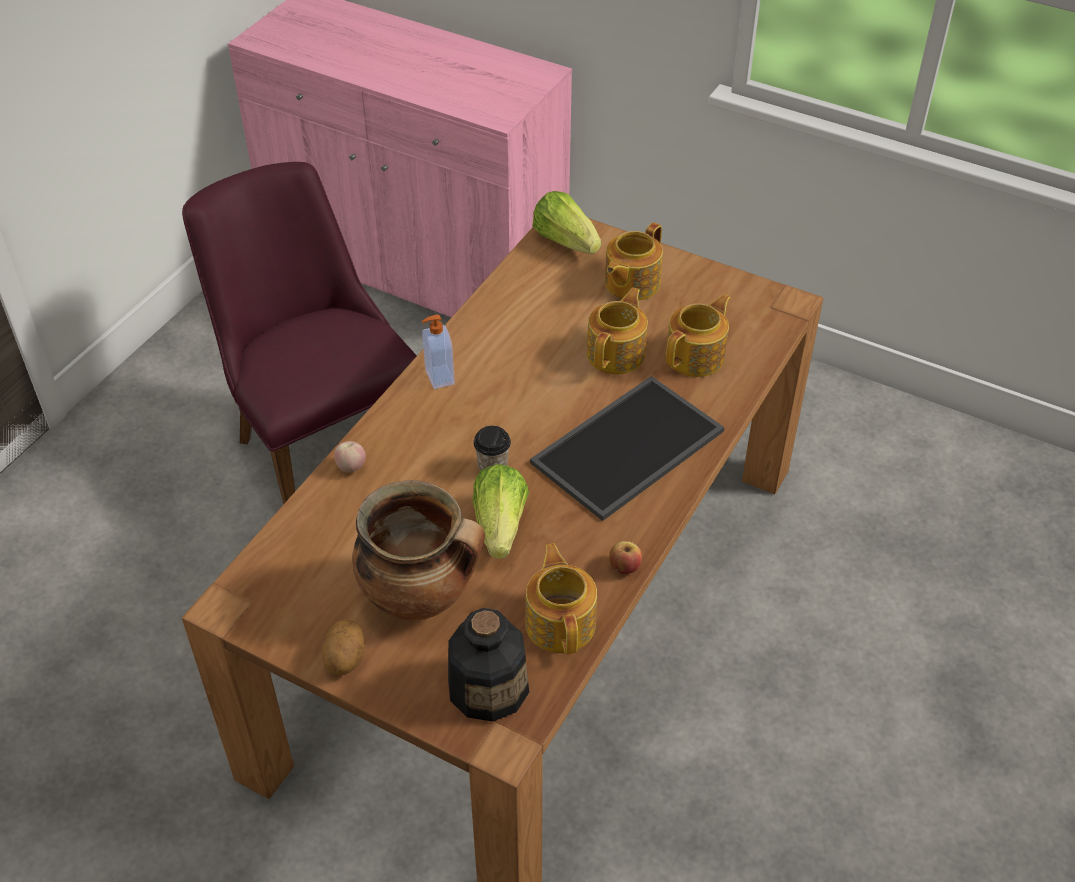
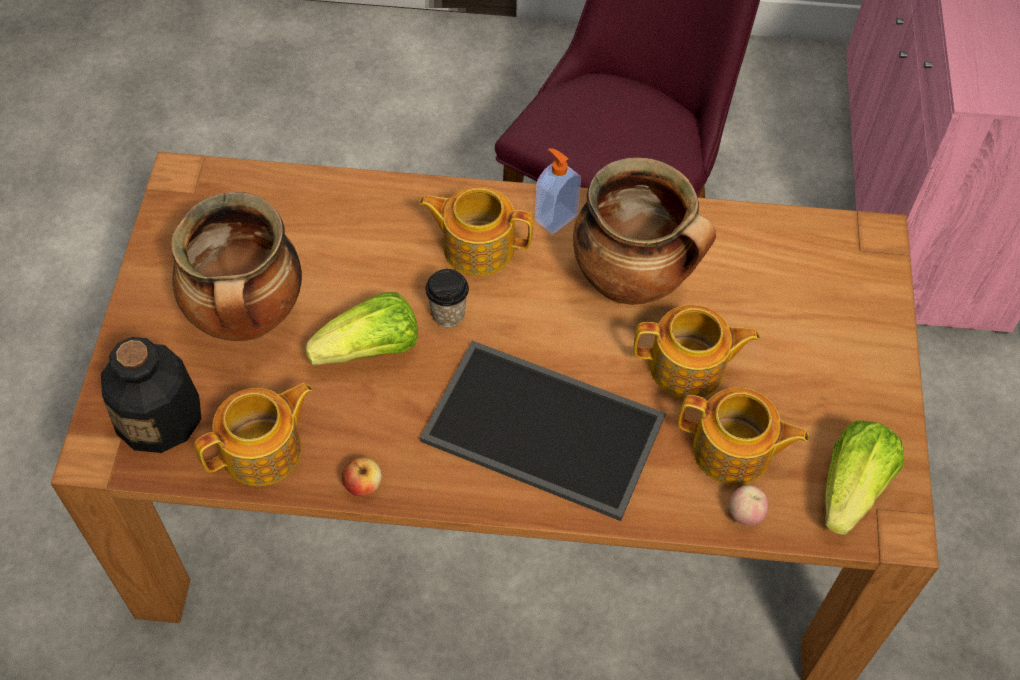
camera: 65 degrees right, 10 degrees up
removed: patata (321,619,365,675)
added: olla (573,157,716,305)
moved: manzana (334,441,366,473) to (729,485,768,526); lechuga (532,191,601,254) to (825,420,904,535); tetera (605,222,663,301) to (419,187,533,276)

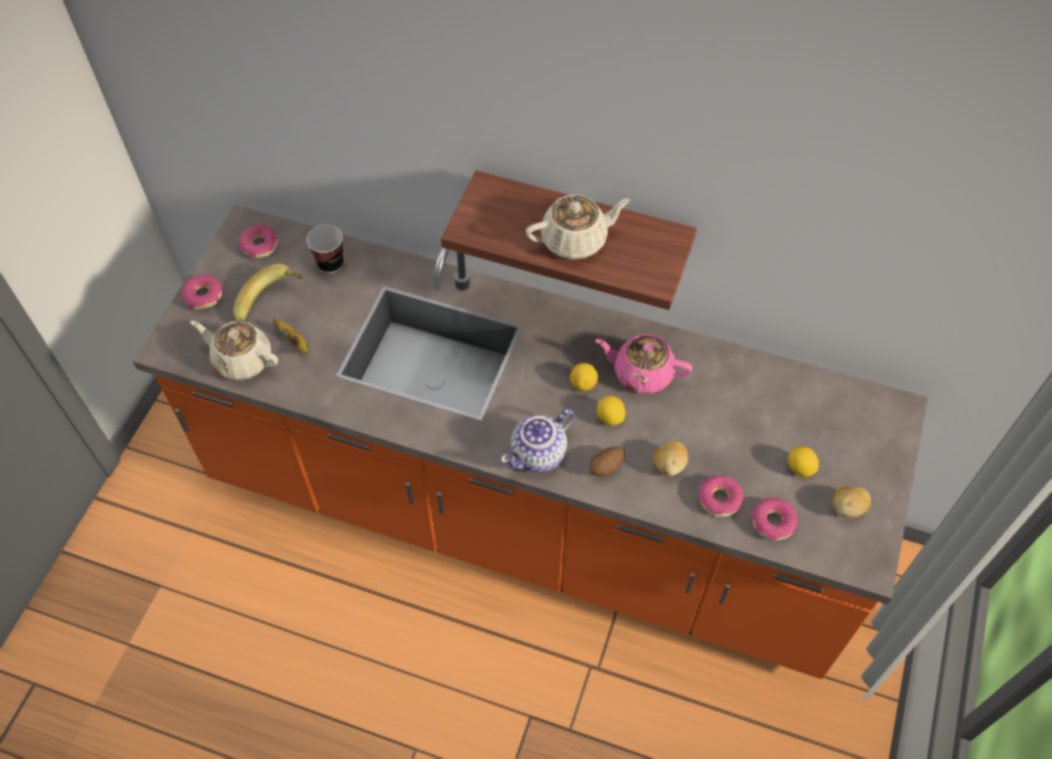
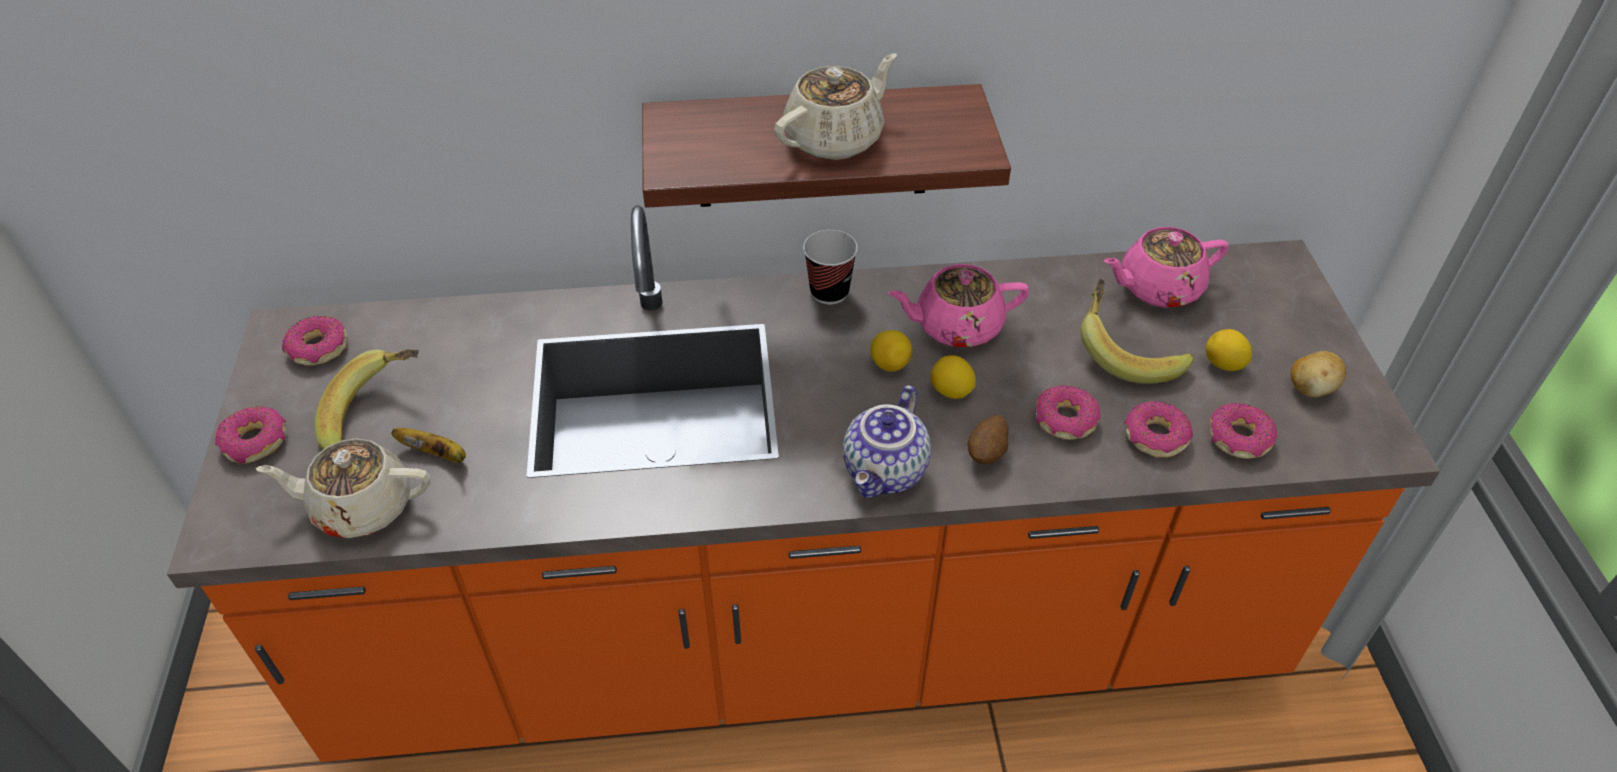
camera: 25 degrees left, 10 degrees down
added: plátano (1080,279,1194,384); tetera/rosa (1104,227,1229,308)
moved: taza (307,225,343,273) to (803,230,858,304)
replaced: patata (653,441,688,476) to rosquilla (1036,385,1100,440)

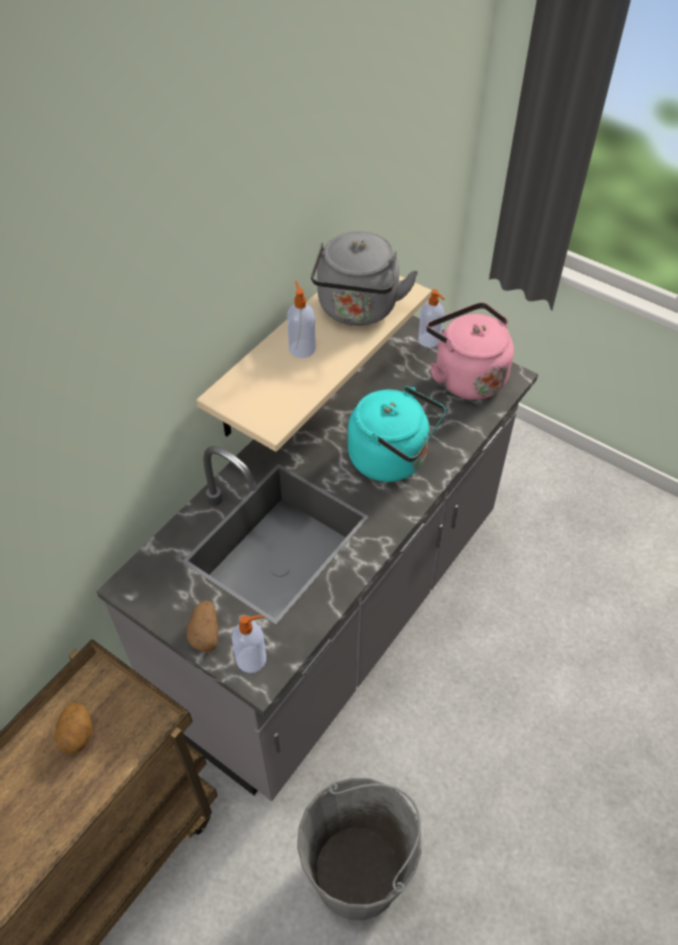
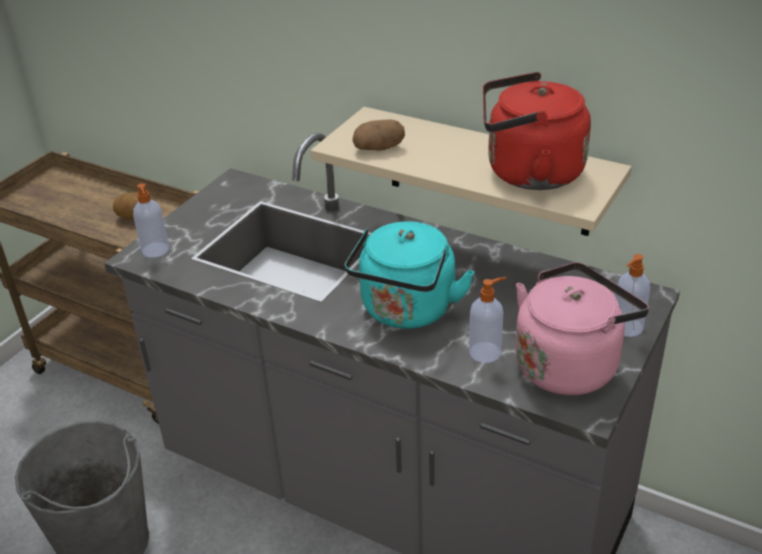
camera: 85 degrees right, 15 degrees down
moved: patata (186,600,219,652) to (353,119,405,151); dispensador de jabón (287,281,316,358) to (469,277,506,363)
recoloured: hervidor/gris (311,231,418,326) to hervidor/rojo (483,72,591,190)

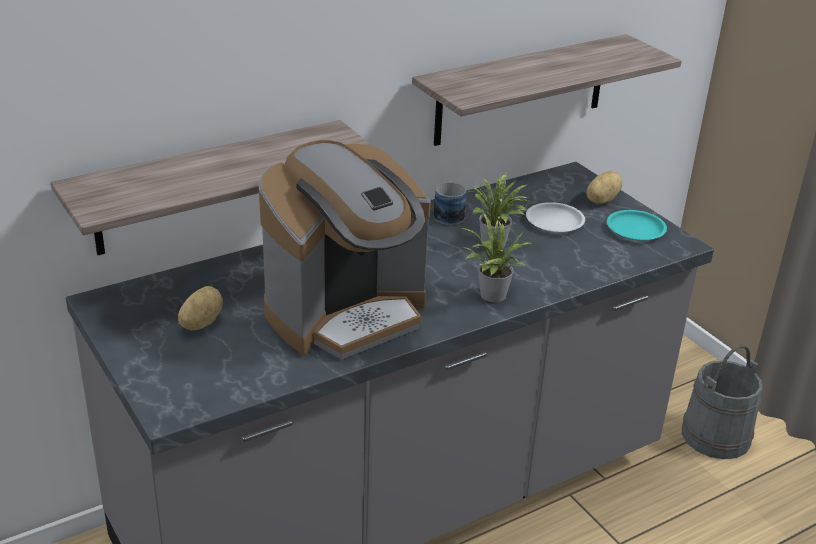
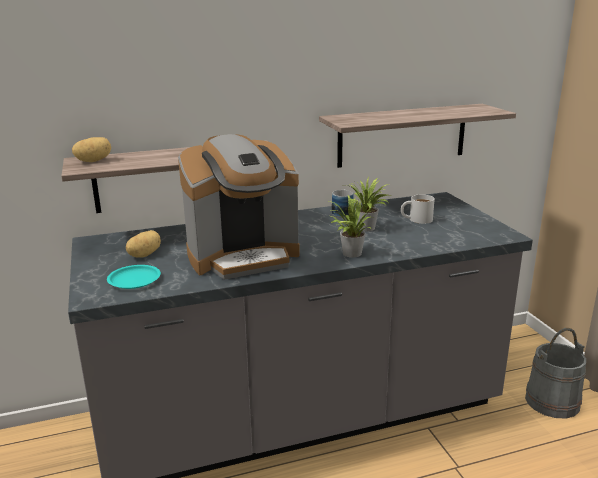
camera: 15 degrees right, 10 degrees down
moved: patata (586,171,622,204) to (72,137,111,162); plato/turquesa (607,210,667,241) to (107,265,161,289)
replaced: plato/blanco (526,202,585,233) to taza grande/blanco (401,195,435,224)

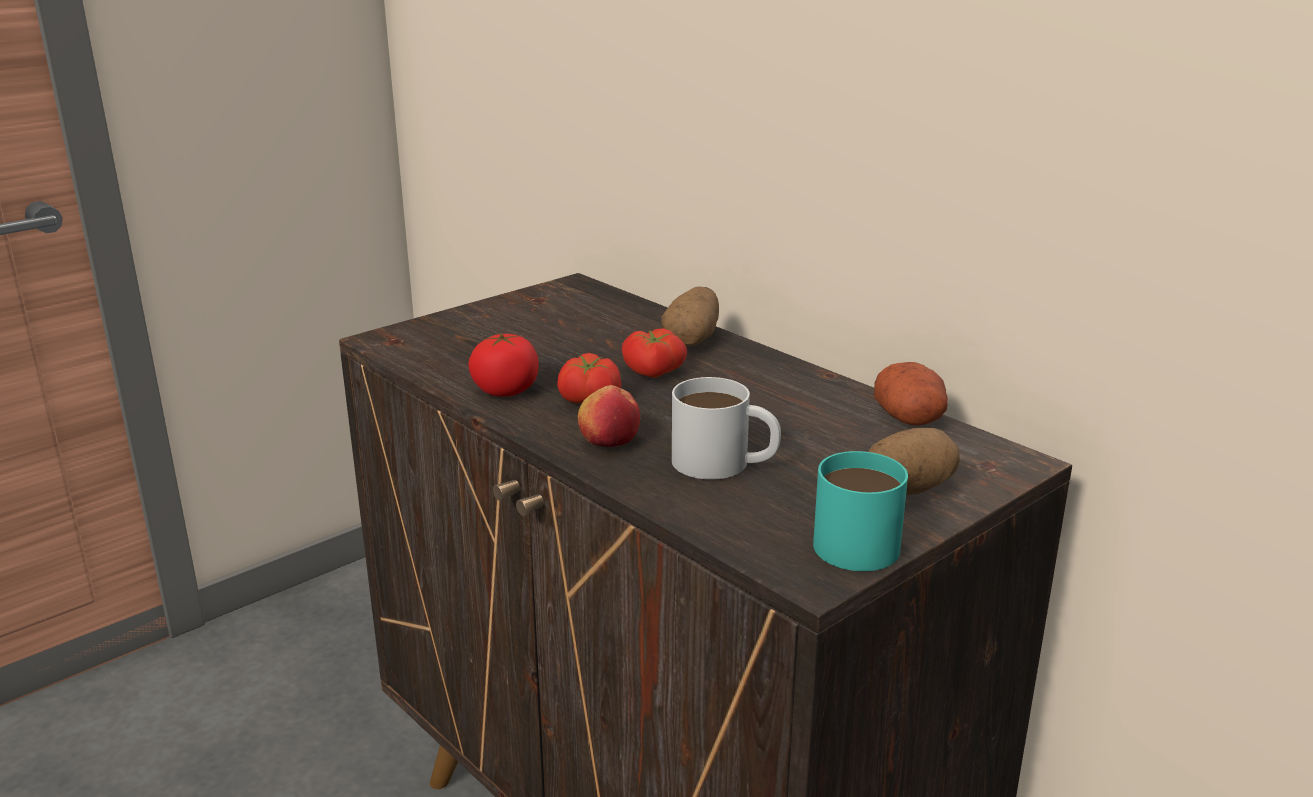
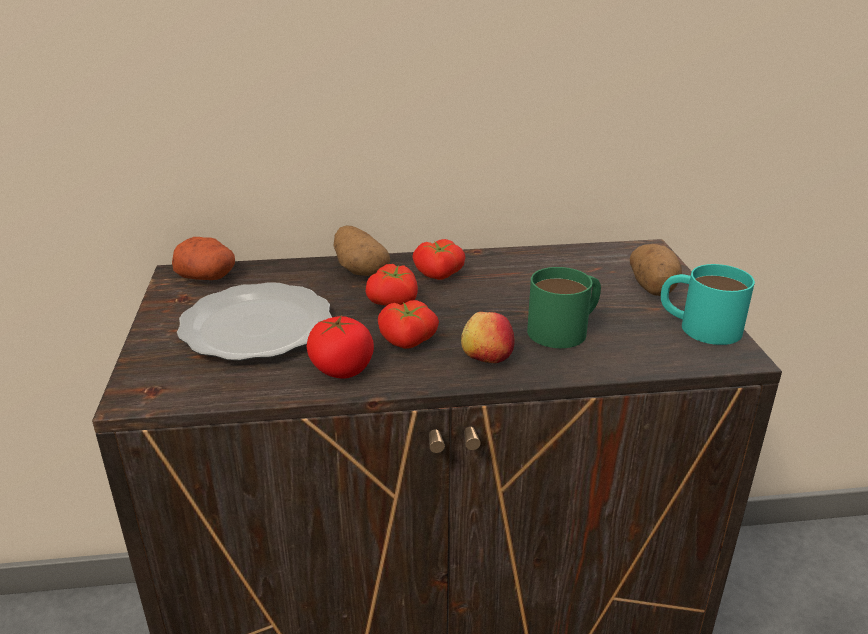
camera: 55 degrees left, 5 degrees up
added: plato (177,282,332,361); tomate (412,239,465,280)
moved: patata (874,362,948,426) to (172,237,235,280)
recoloured: taza grande/blanco (672,377,781,479) to taza grande/verde (527,267,601,348)

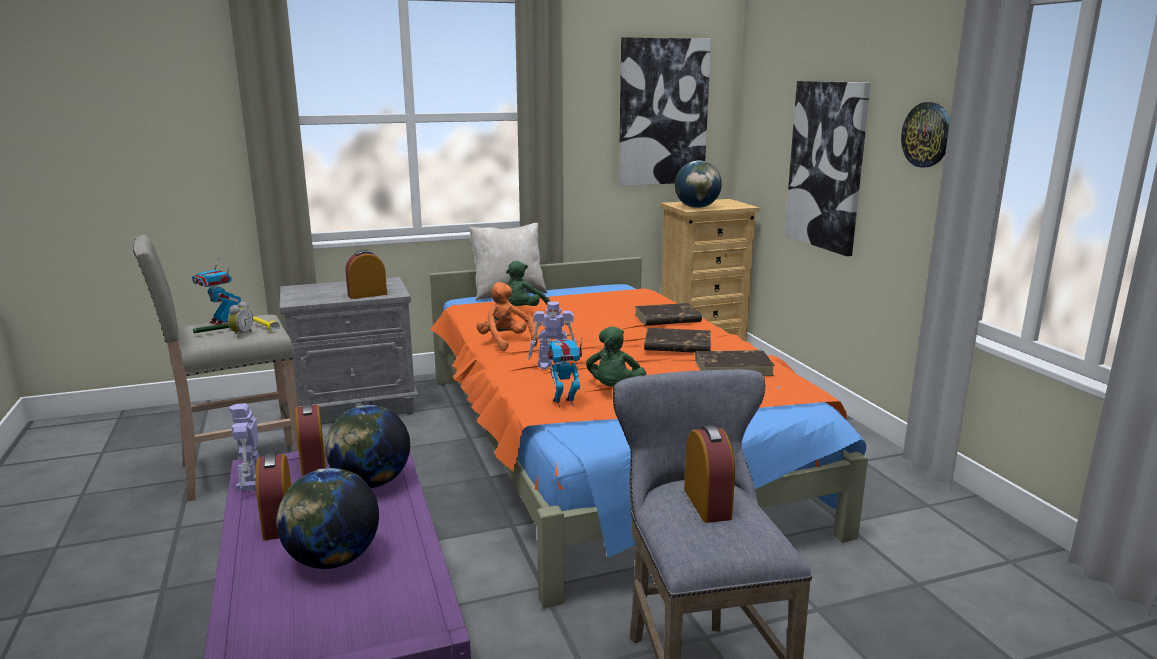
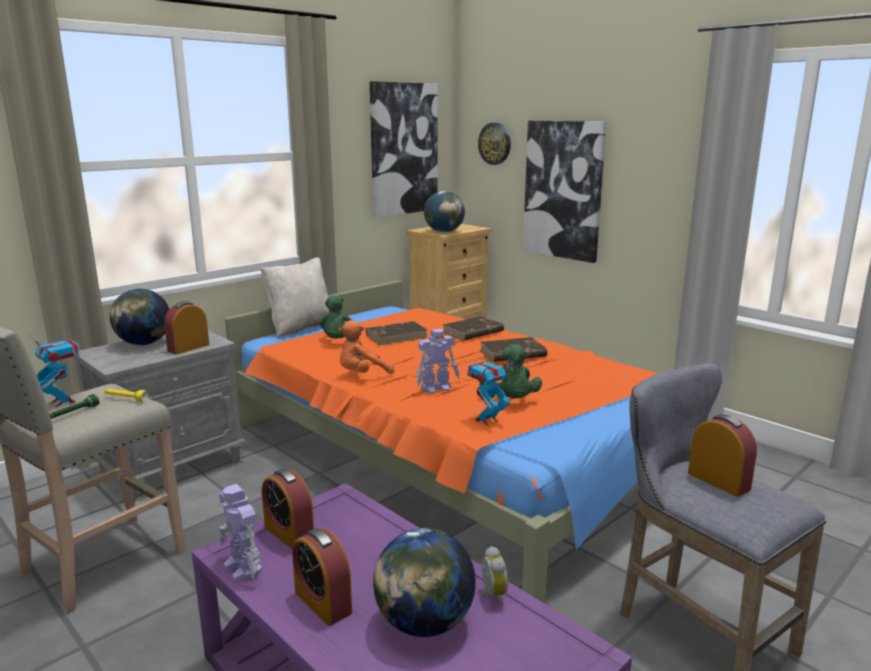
camera: 25 degrees left, 0 degrees up
moved: despertador (228,301,253,338) to (481,546,508,605); globo terráqueo (325,405,410,488) to (110,289,169,345); libro/marrón (695,350,775,376) to (366,321,428,345); reloj de pared (901,102,950,168) to (478,123,511,165)
turned: robot de juguete (192,259,241,325) = (29,334,80,407) 150 degrees counterclockwise; peluche/naranja (476,282,538,351) = (338,320,395,374) 60 degrees counterclockwise

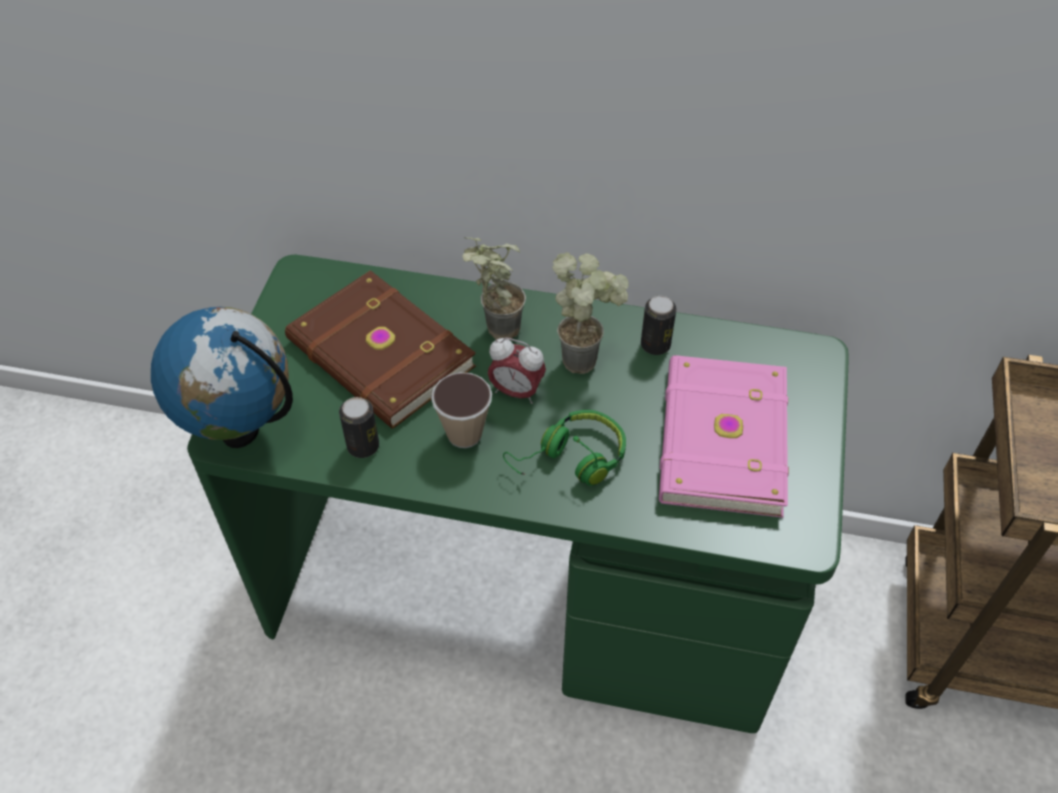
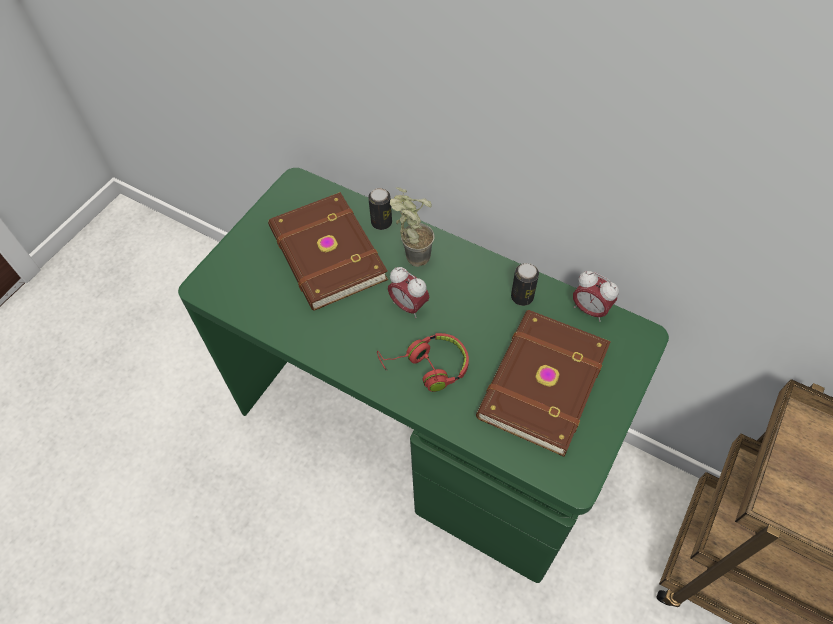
camera: 20 degrees right, 5 degrees up
removed: globo terráqueo (151,307,293,448); taza (431,372,492,448); planta en maceta (552,252,629,374)
added: despertador (573,271,619,322)
moved: lata (339,397,379,458) to (368,188,392,230)
recoloured: auriculares/verde (503,410,626,486) to auriculares/rojo (377,333,469,392); libro/rosa (659,355,789,518) to libro/marrón (476,310,611,457)

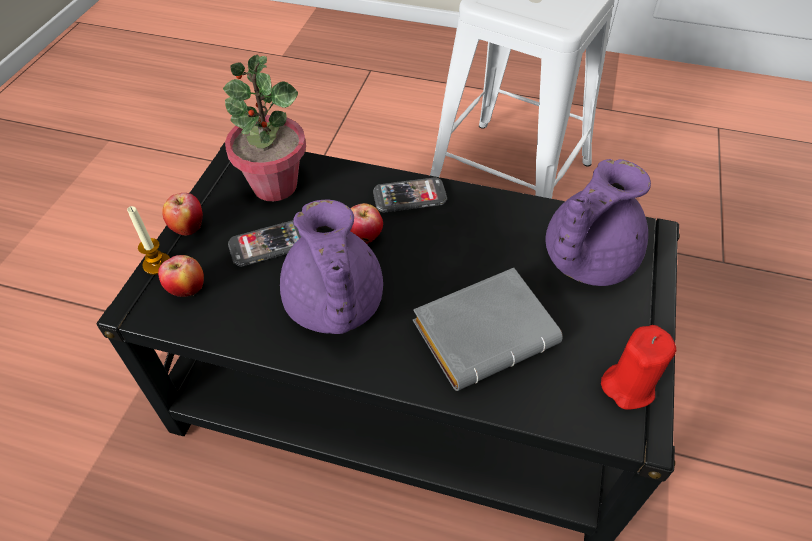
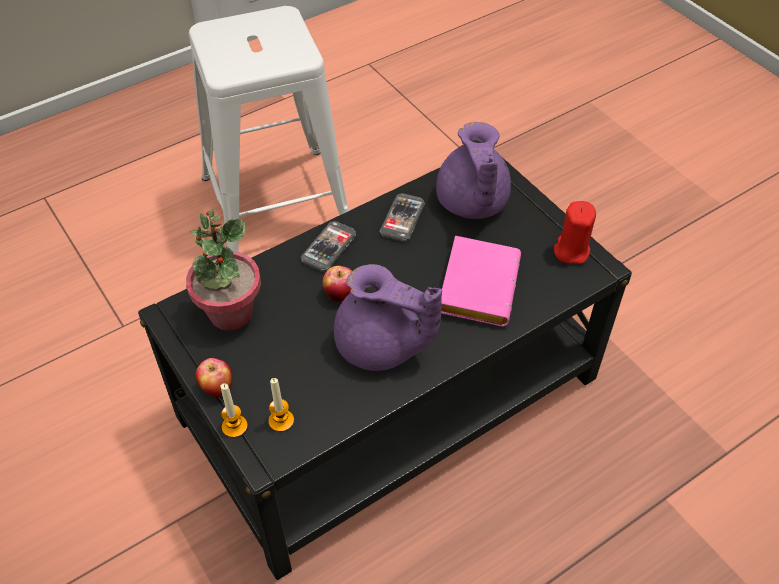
camera: 50 degrees left, 0 degrees up
moved: móvil (228,220,301,267) to (380,193,425,242)
replaced: manzana (158,255,204,297) to vela (268,378,294,432)
recoloured: libro/gris (413,268,563,391) to libro/rosa (441,236,521,327)

